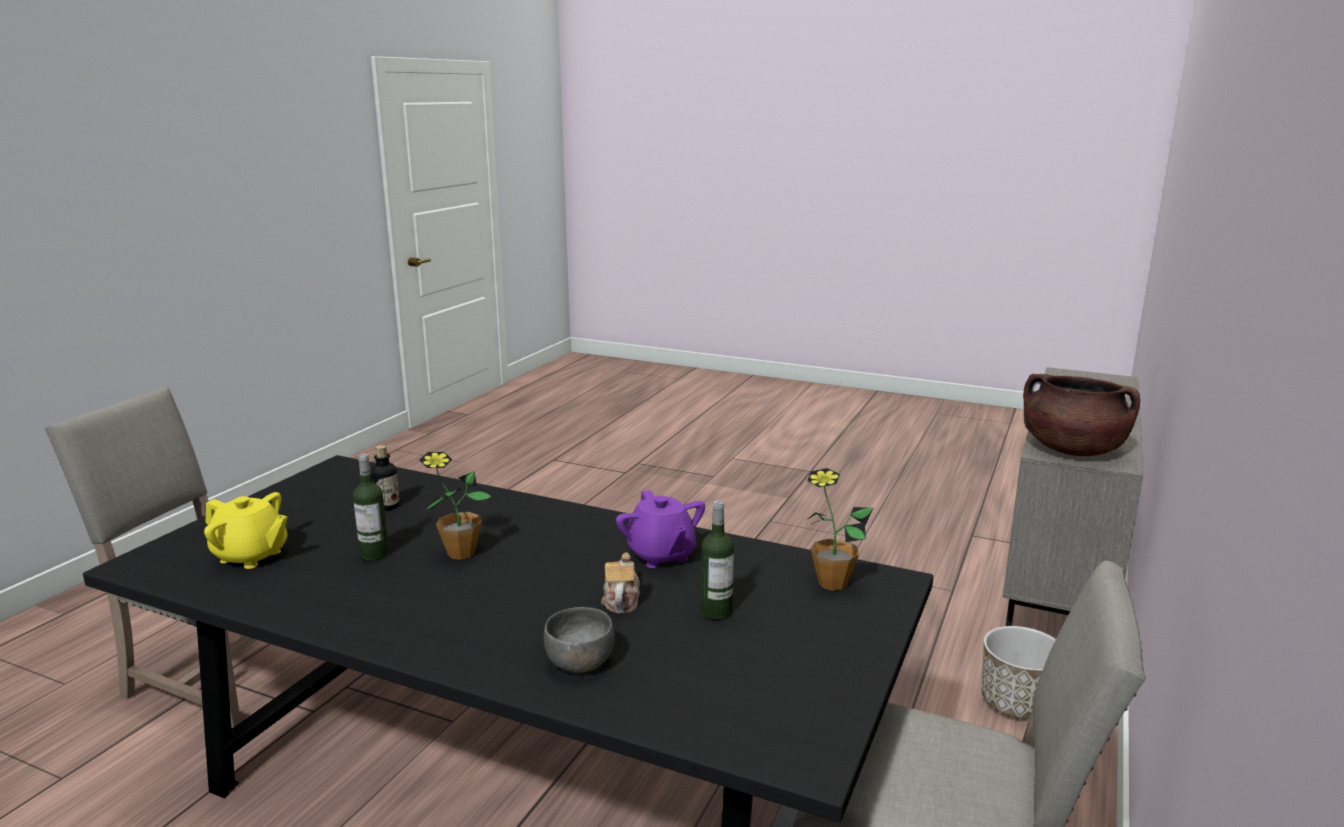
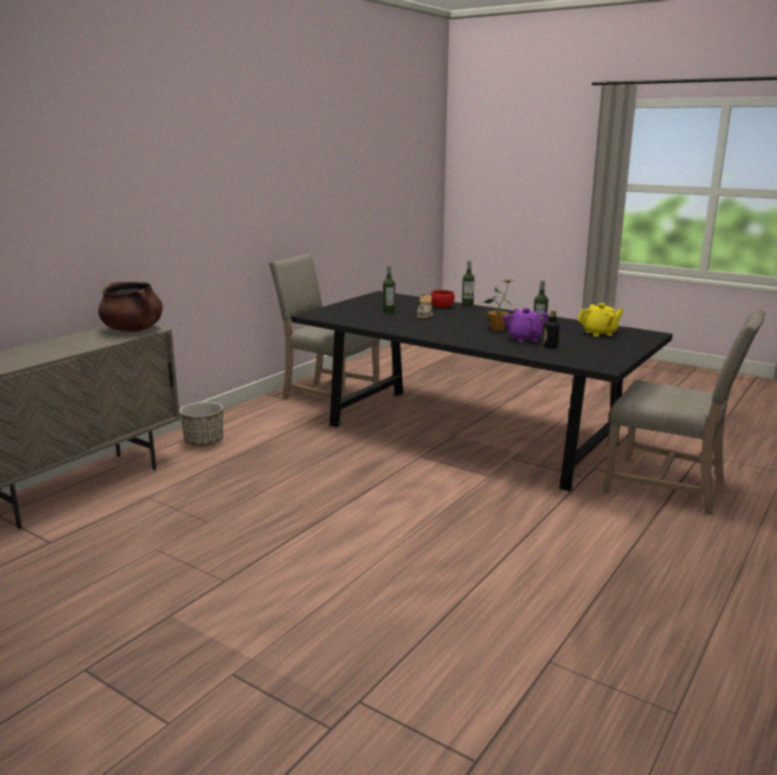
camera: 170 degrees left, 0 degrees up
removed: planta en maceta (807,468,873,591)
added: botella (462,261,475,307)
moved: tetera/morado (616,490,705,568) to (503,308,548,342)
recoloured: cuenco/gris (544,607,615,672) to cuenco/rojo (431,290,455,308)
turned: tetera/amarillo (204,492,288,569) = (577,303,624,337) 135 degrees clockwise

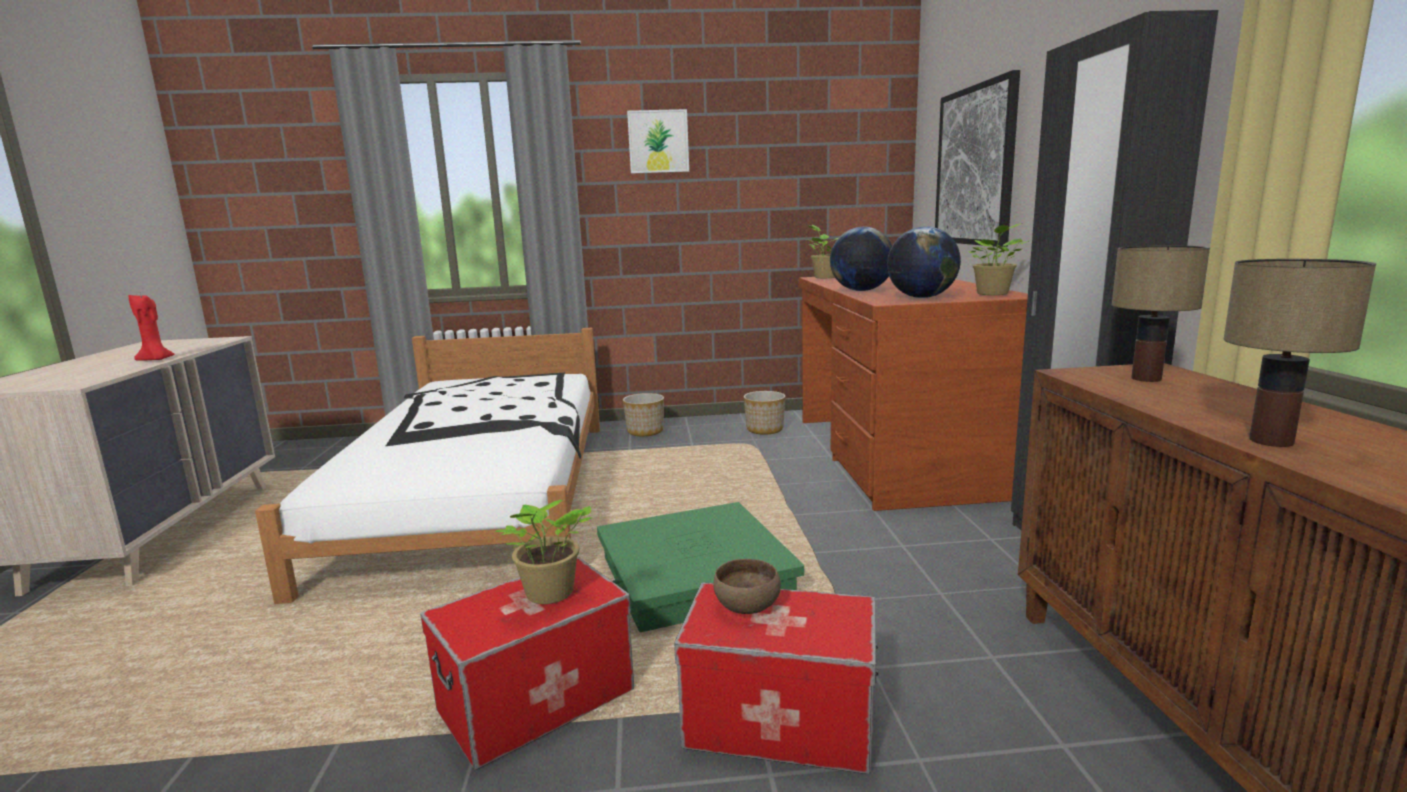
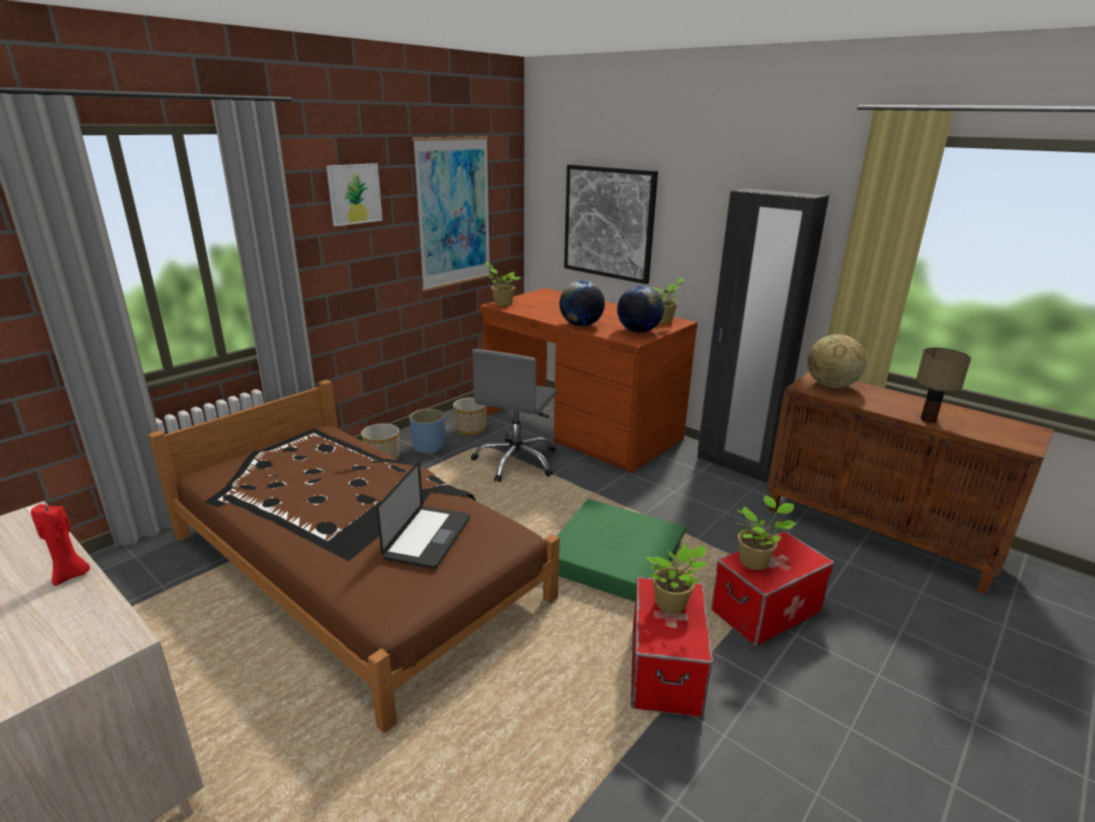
camera: 45 degrees left, 10 degrees up
added: portátil (376,462,470,569); maceta/azul (409,409,445,454); cuadro (412,136,491,291); silla de oficina/gris (471,349,557,482)
replaced: cuenco/marrón (713,559,781,614) to planta en maceta (736,495,797,570); lámpara de mesa (1112,245,1210,382) to globo terráqueo (807,334,867,388)
recoloured: cama/blanco (255,328,600,604) to cama/marrón (148,380,560,733)

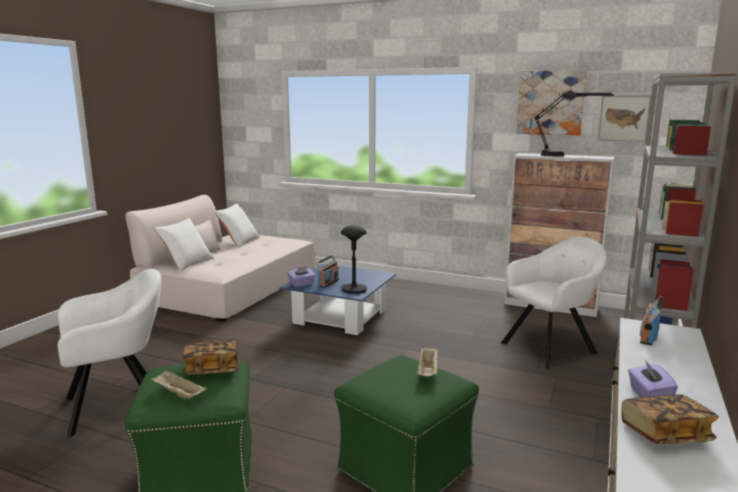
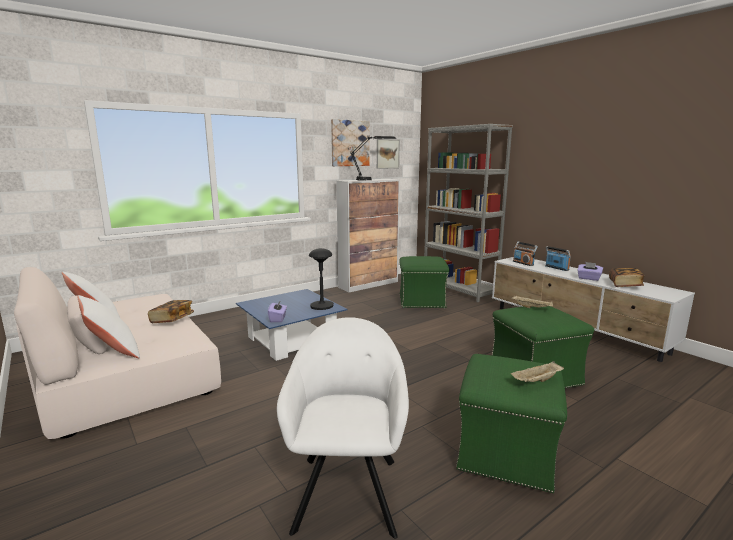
camera: 60 degrees left, 0 degrees up
moved: libro (183,340,238,375) to (148,300,194,323); radio (316,255,339,288) to (545,246,571,271)
replaced: sillón/blanco (501,237,606,369) to puf/verde (399,256,450,308)

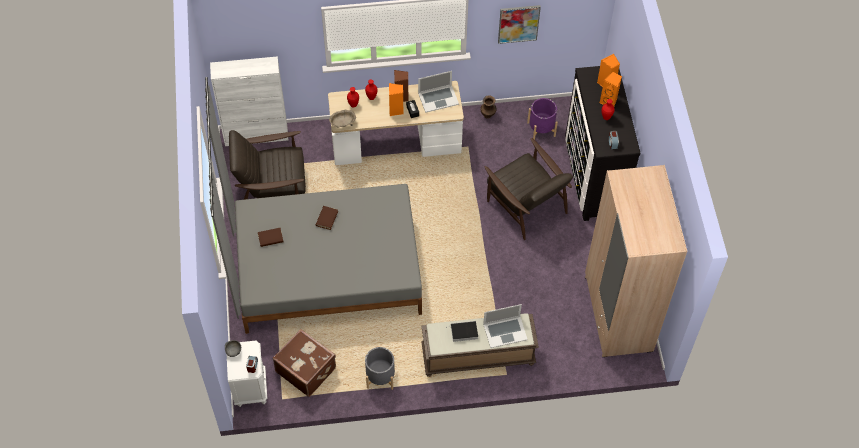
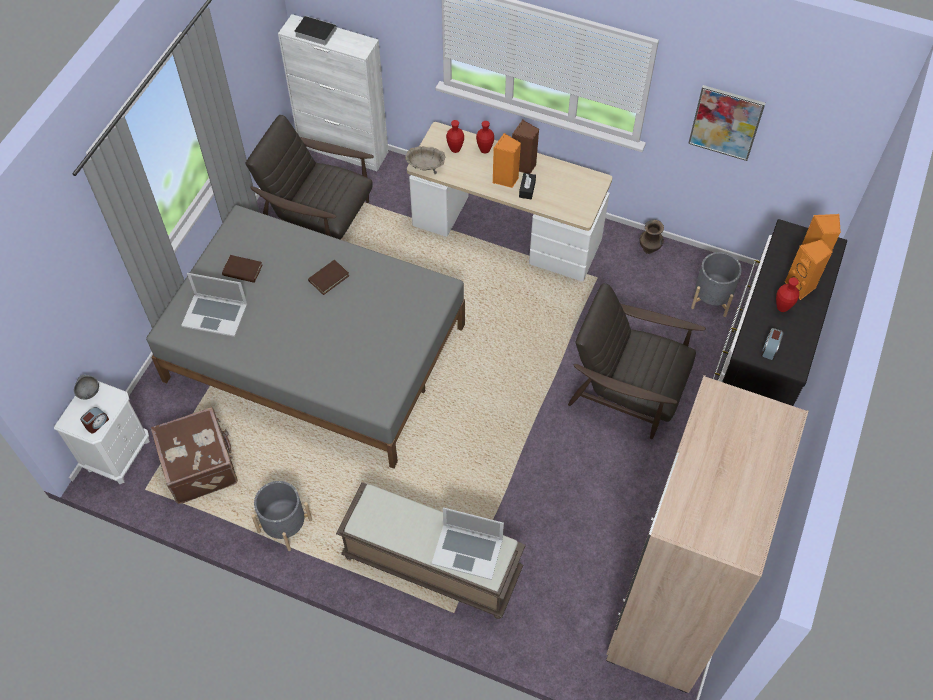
camera: 30 degrees right, 0 degrees up
moved: portátil (418,71,459,113) to (181,273,247,337); libro (446,321,478,342) to (294,16,337,45)
recoloured: maceta/morado (527,98,558,140) to maceta/gris (691,252,742,317)
turned: sillón/marrón (485,138,573,240) = (568,283,706,439) 120 degrees clockwise

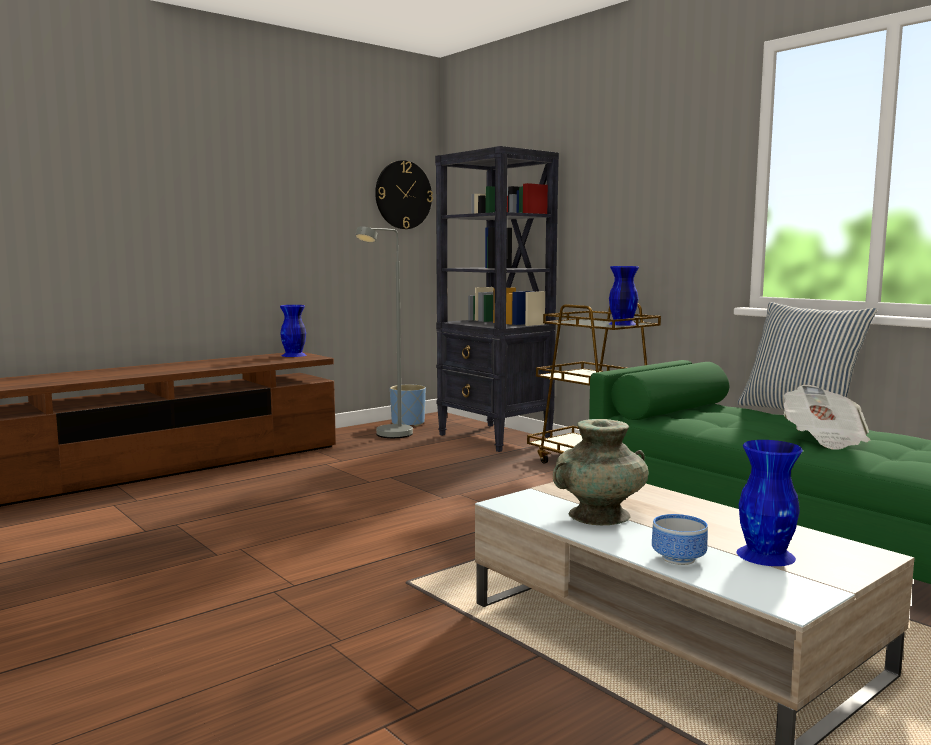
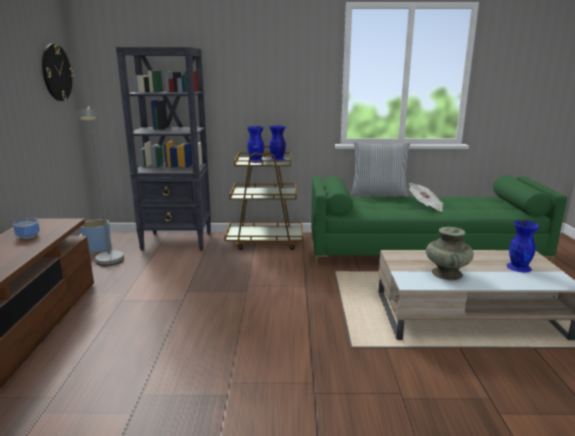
camera: 50 degrees left, 10 degrees up
moved: florero/azul (280,305,306,357) to (247,126,264,163); cuenco (652,514,708,565) to (13,219,40,239)

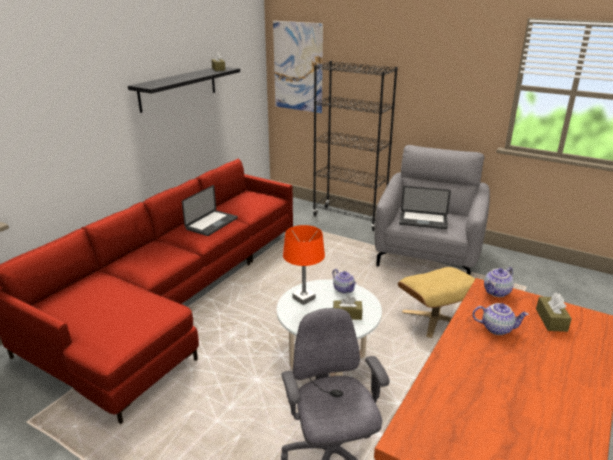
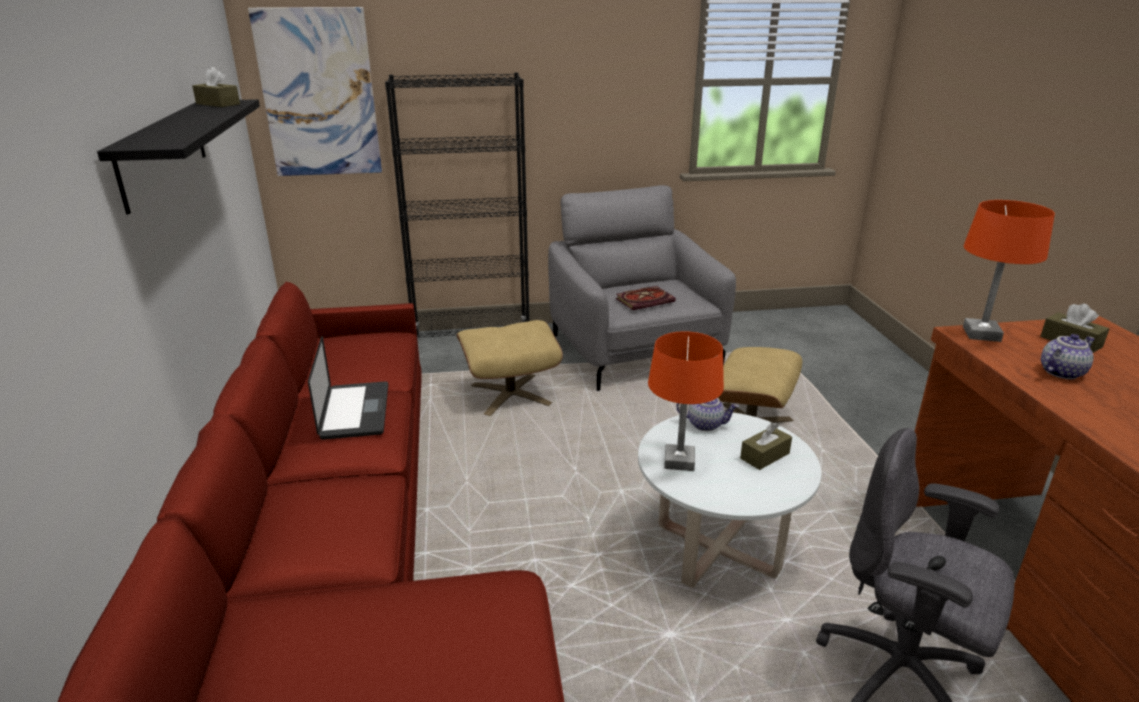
camera: 40 degrees left, 0 degrees up
added: puf/beis (456,320,563,416)
replaced: portátil (399,186,451,229) to libro (616,286,676,310); tetera (484,267,514,297) to lámpara de mesa/naranja (963,200,1055,342)

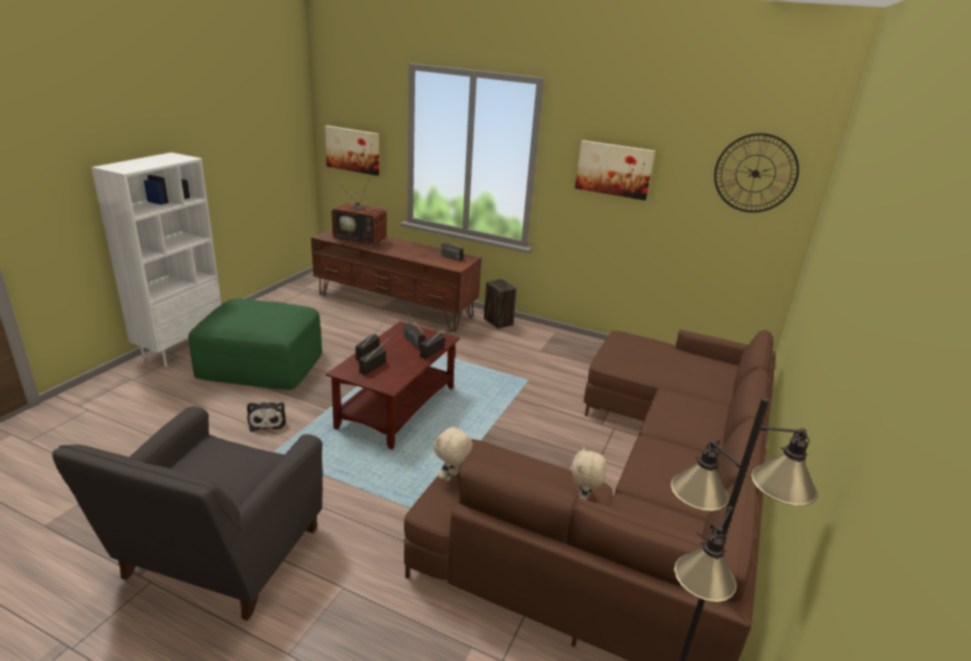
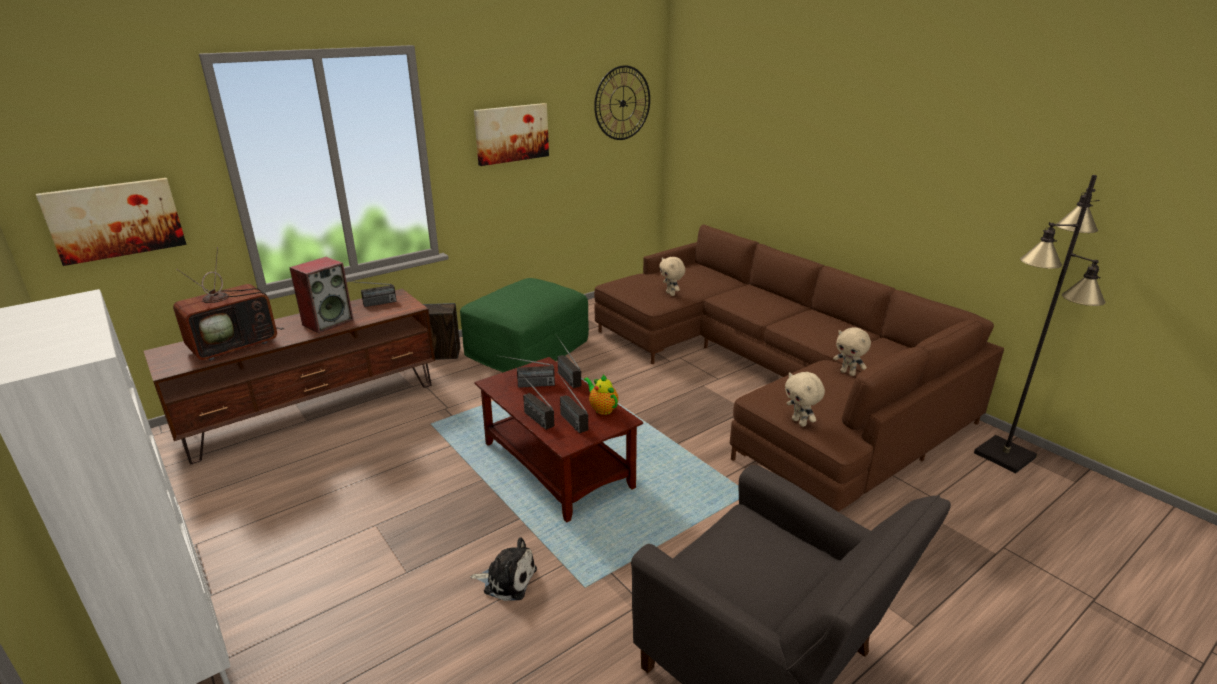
camera: 60 degrees left, 0 degrees up
added: altavoz (289,257,354,333); tetera (584,374,618,415); peluche/beis (659,257,685,296)
moved: puf/verde (188,298,322,390) to (460,278,589,372)

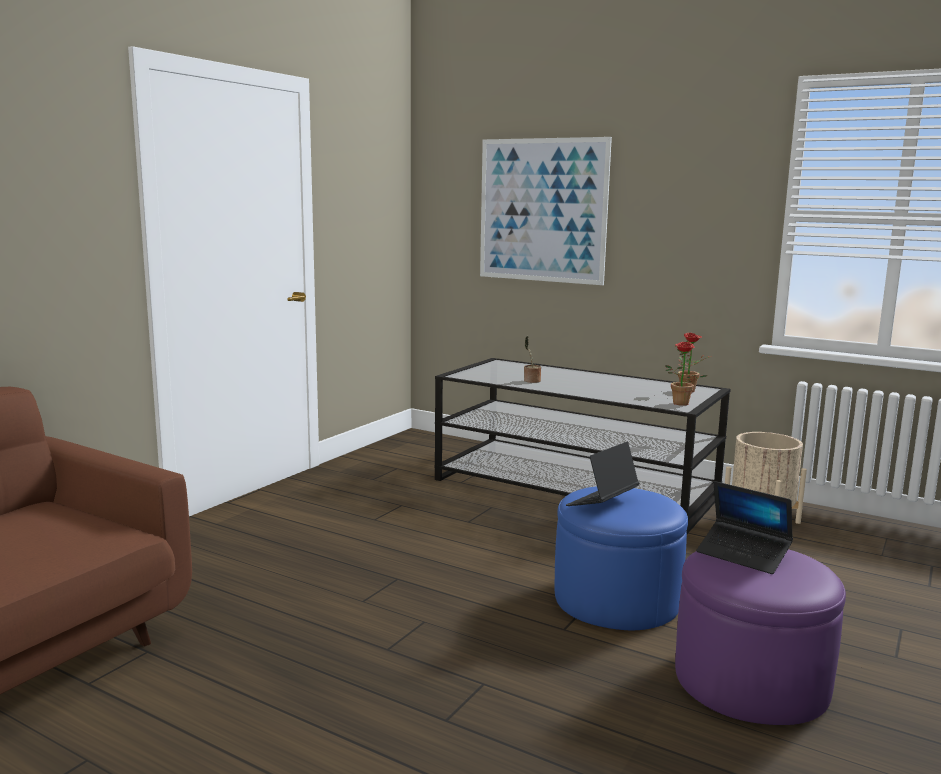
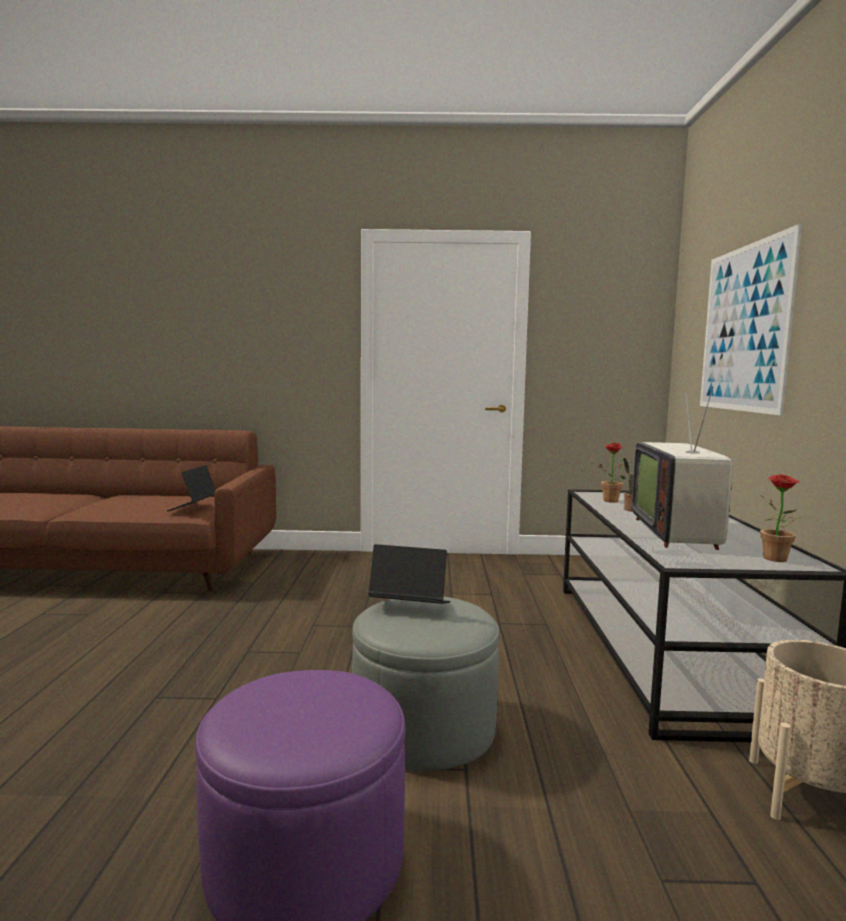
camera: 60 degrees right, 5 degrees down
added: televisor (632,386,733,550)
moved: planta en maceta (665,342,708,406) to (590,443,625,503); portátil (696,481,793,574) to (167,465,216,511)
recoloured: puf/azul (554,486,688,630) to puf/gris (352,597,499,772)

